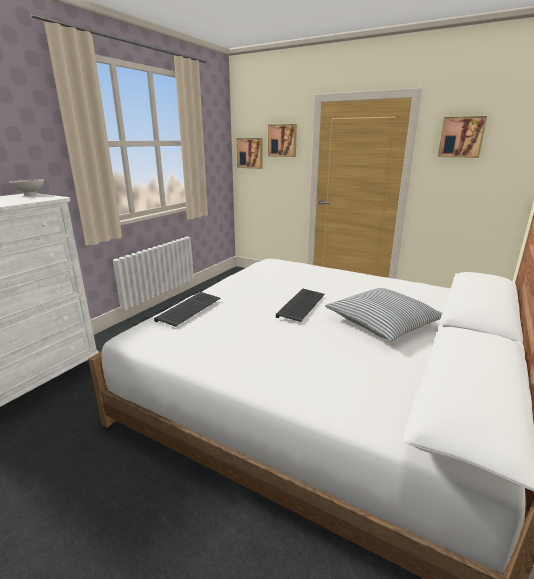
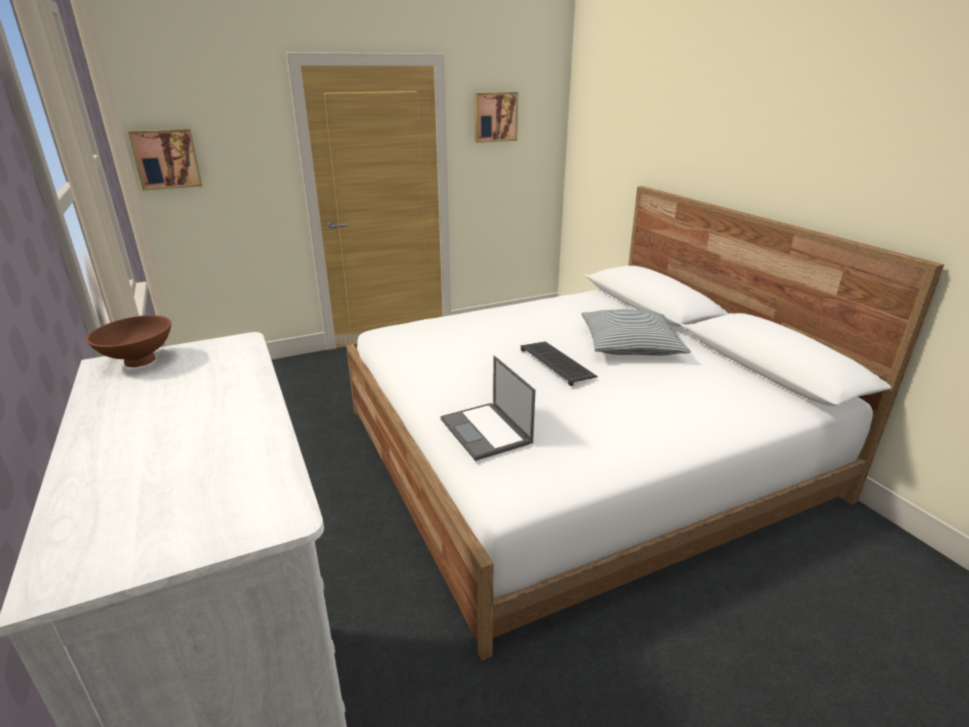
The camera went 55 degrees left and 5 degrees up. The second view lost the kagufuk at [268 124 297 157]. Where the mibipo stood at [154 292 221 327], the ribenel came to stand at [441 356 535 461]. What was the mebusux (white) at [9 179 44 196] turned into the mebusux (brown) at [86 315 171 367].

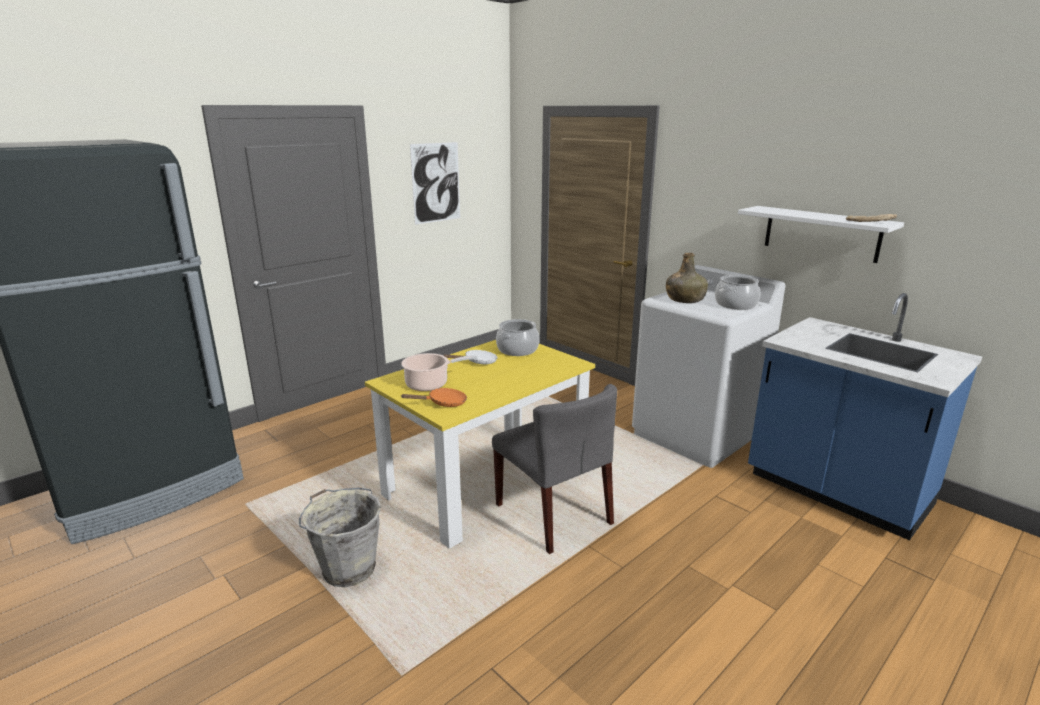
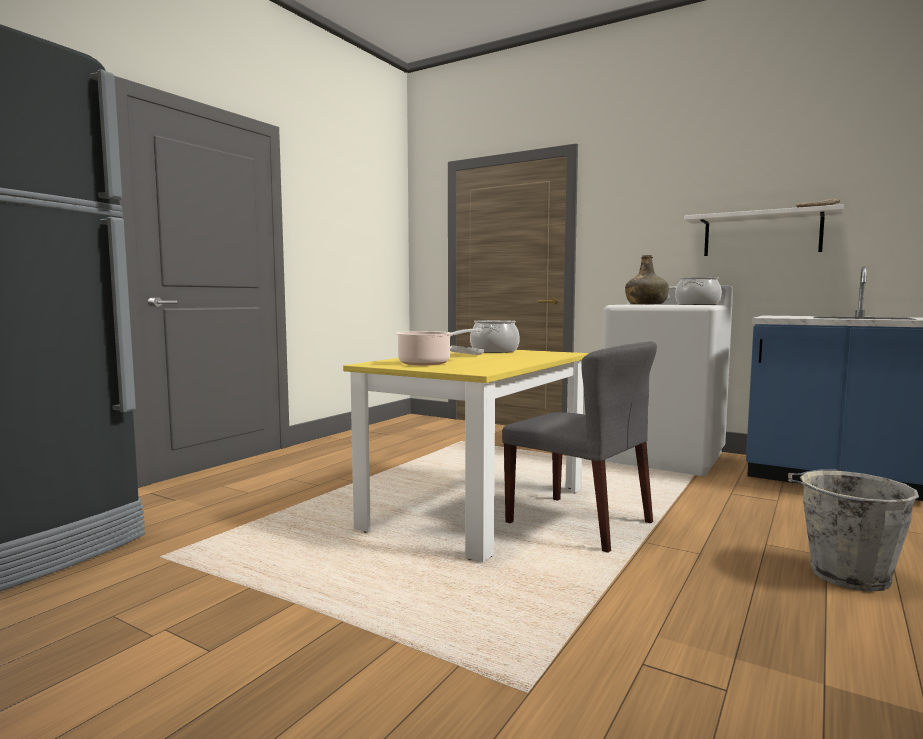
The camera went 15 degrees left and 15 degrees down. The second view lost the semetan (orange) at [400 388 467 407]. The second view lost the kagufuk at [410 142 460 225]. The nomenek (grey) ended up elsewhere, having gone from [299 488 381 587] to [788 469 919 592].

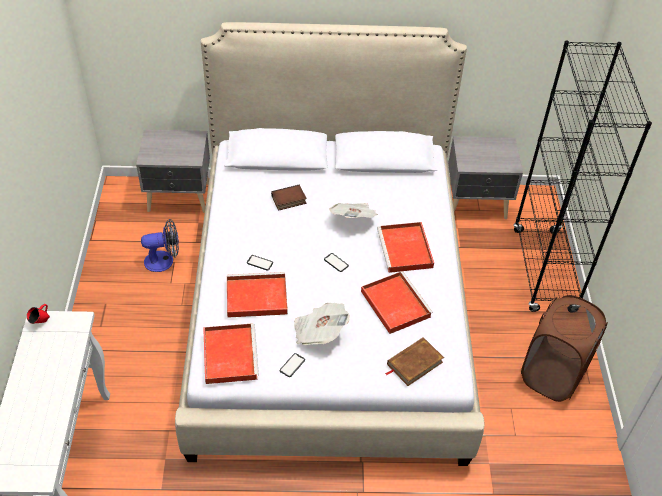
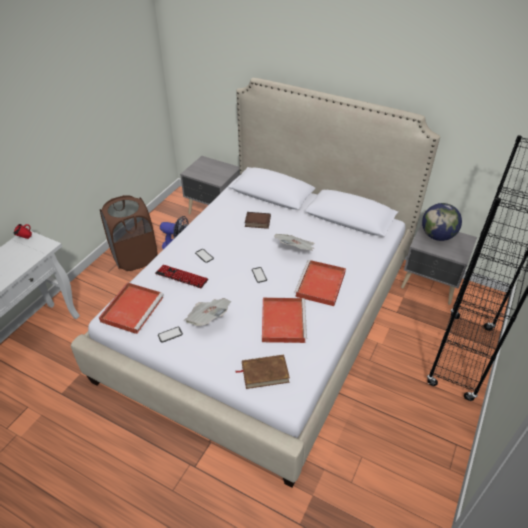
The camera went 30 degrees right and 5 degrees down. The second view gained the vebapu at [422 203 462 241]. The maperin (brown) ended up elsewhere, having gone from [521 295 608 402] to [100 195 158 271]. Where the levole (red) stood at [227 272 288 318], the mibipo came to stand at [155 264 209 288].

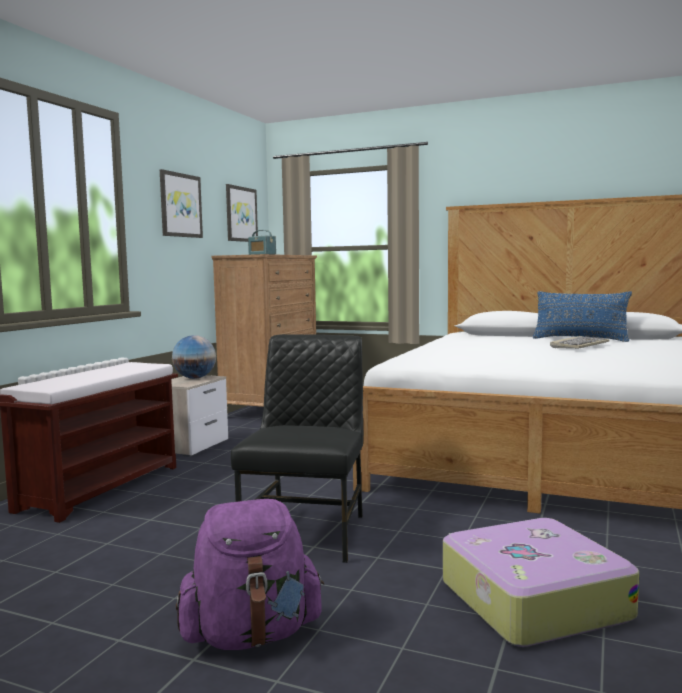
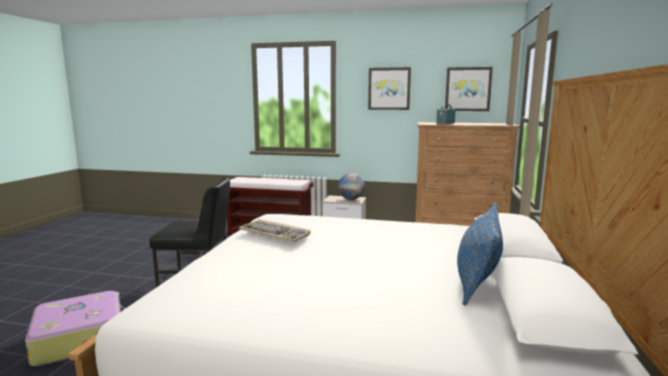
The camera went 80 degrees right and 5 degrees up. The second view lost the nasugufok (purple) at [176 499 324 650]. The mibipo ended up elsewhere, having gone from [550 336 610 349] to [239 219 310 242].

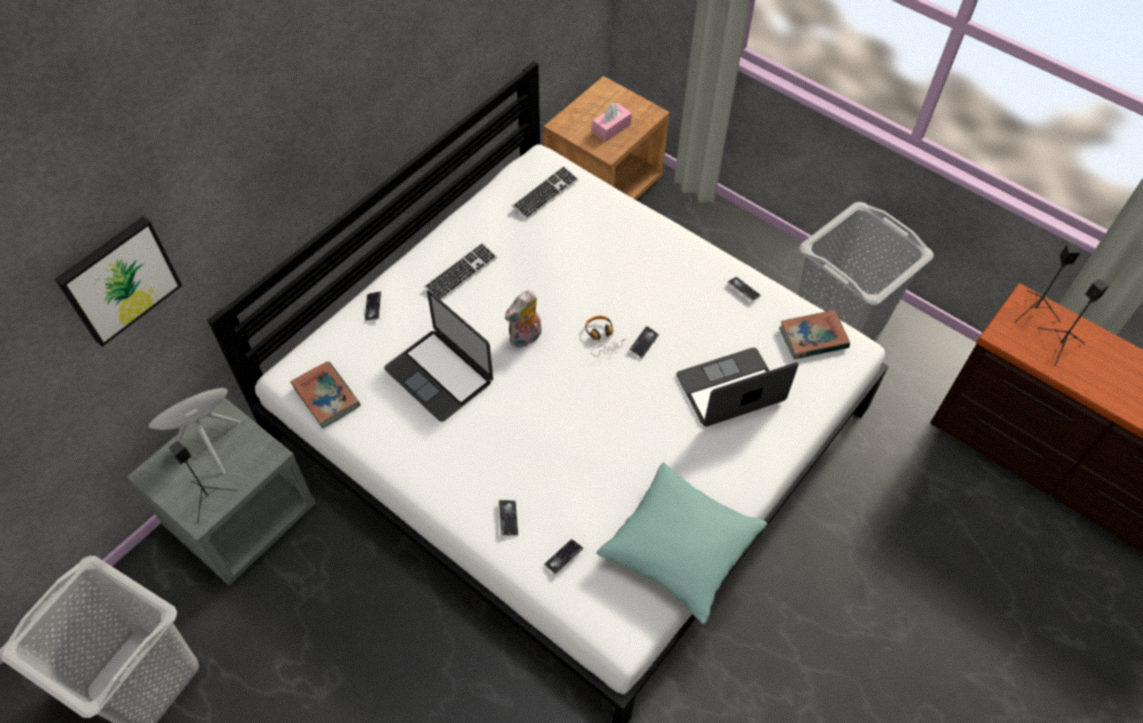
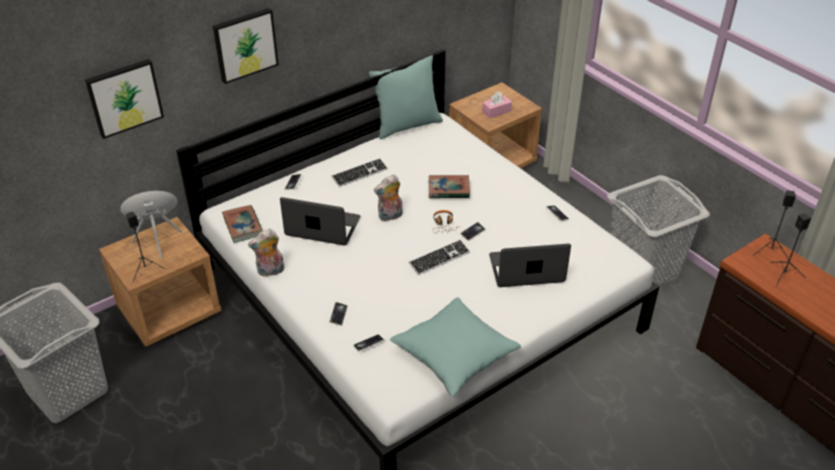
The camera went 15 degrees right and 15 degrees down. The second view gained the kagufuk at [213 8 279 84]. The second view gained the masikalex at [248 229 285 277]. The second view gained the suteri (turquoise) at [369 55 443 139]. The mibipo ended up elsewhere, having gone from [512 166 578 219] to [409 239 470 275]. The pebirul ended up elsewhere, having gone from [779 310 850 359] to [429 175 470 198]. What was the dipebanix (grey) at [127 398 316 586] turned into the dipebanix (brown) at [99 217 221 347]. The ribenel at [384 291 493 422] ended up facing another way, 135 degrees clockwise from before.

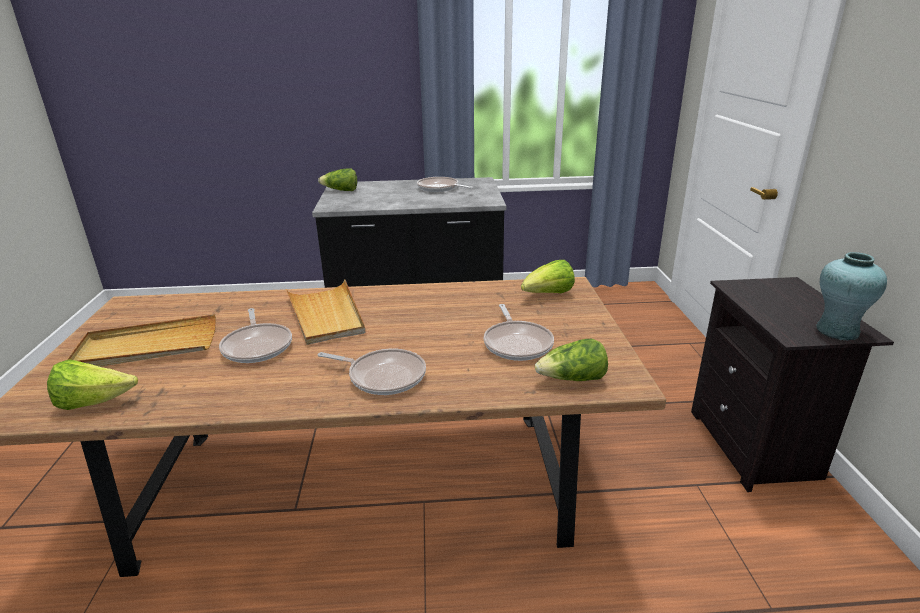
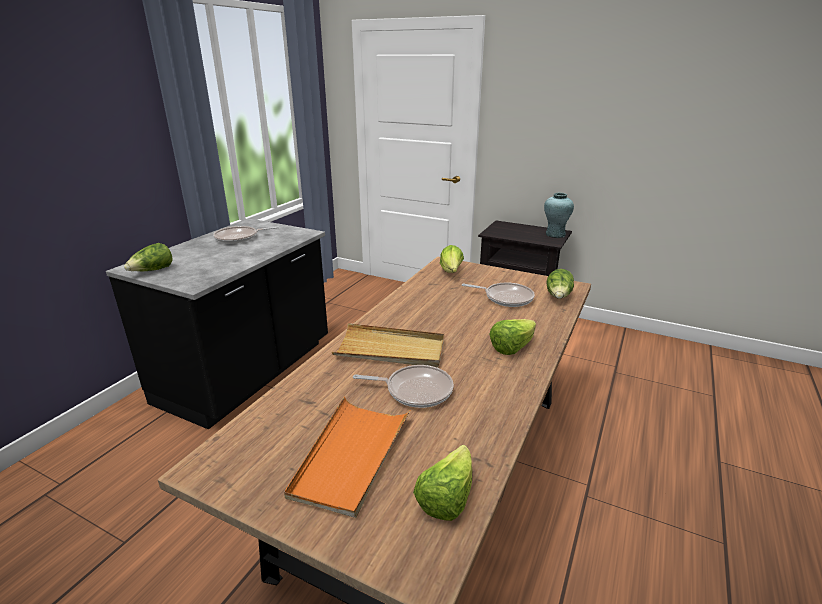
The camera went 60 degrees left and 0 degrees up. Where the semetan stood at [317 348 426 395], the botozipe came to stand at [489 319 536 355]. What was the levole (beige) at [67 314 216 367] turned into the levole (orange) at [284 397 410 518].

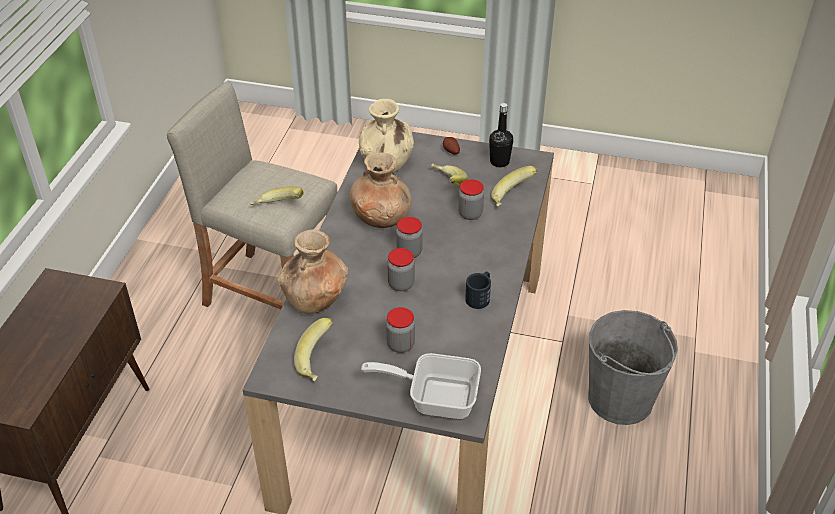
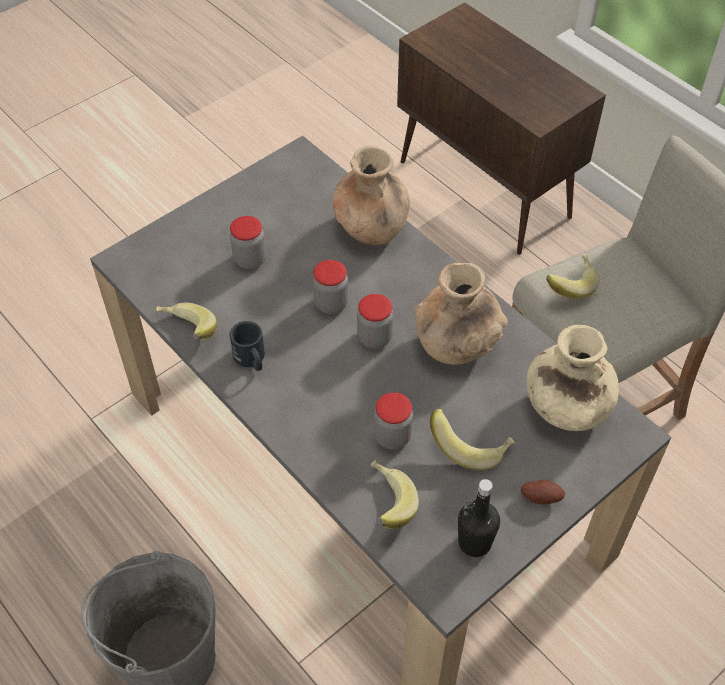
The camera went 125 degrees right and 10 degrees up. The second view lost the semetan at [361 353 481 419]. The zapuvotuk ended up elsewhere, having gone from [294 318 333 381] to [156 303 217 340].

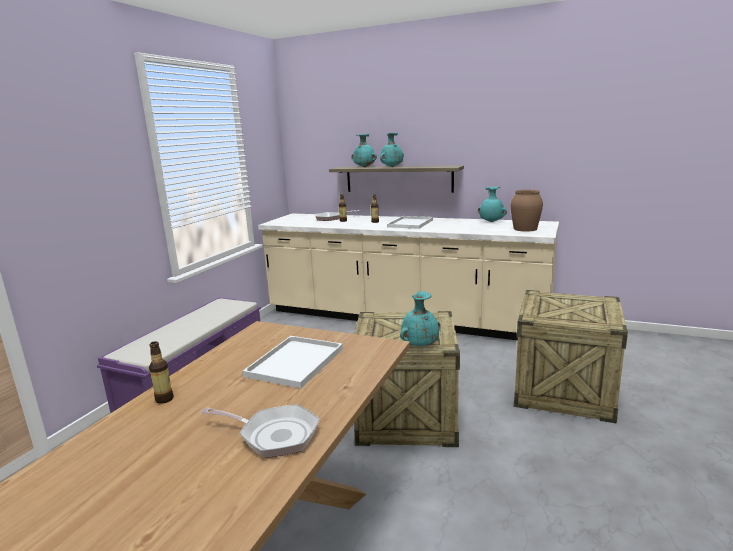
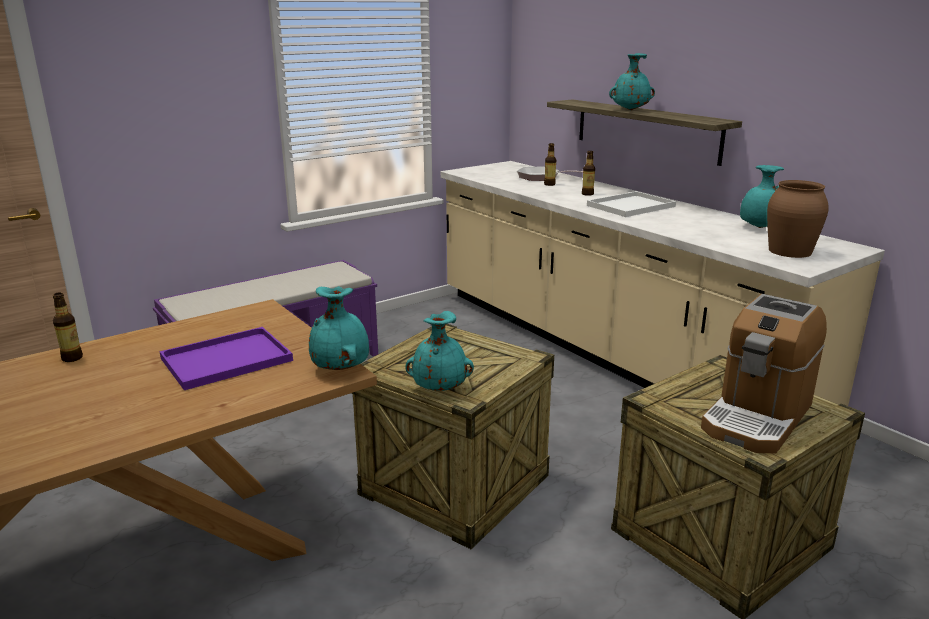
The camera went 30 degrees right and 5 degrees up. The second view lost the semetan at [201 404 320 458]. The second view gained the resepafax at [701 294 827 453]. The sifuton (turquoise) ended up elsewhere, having gone from [351 134 377 167] to [309 286 369 370]. What was the levole (white) at [243 336 343 389] turned into the levole (purple) at [160 327 293 390].

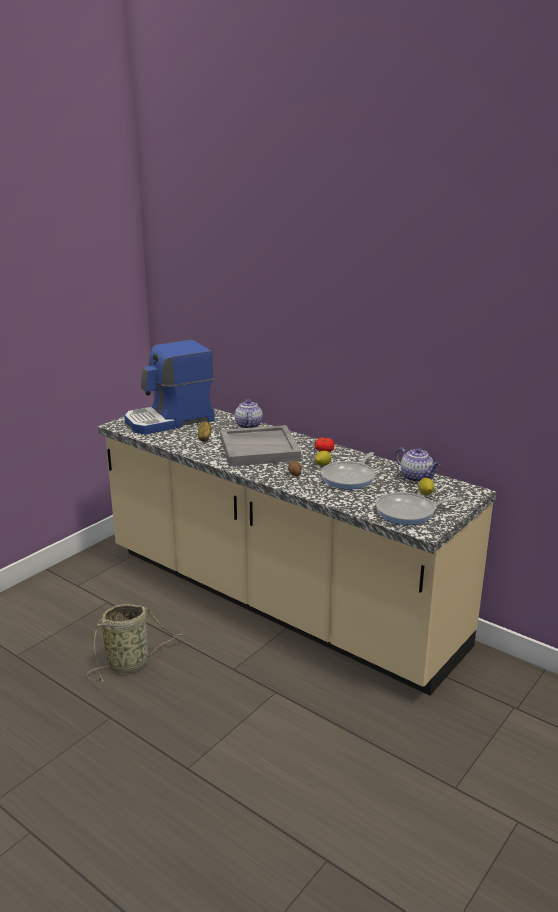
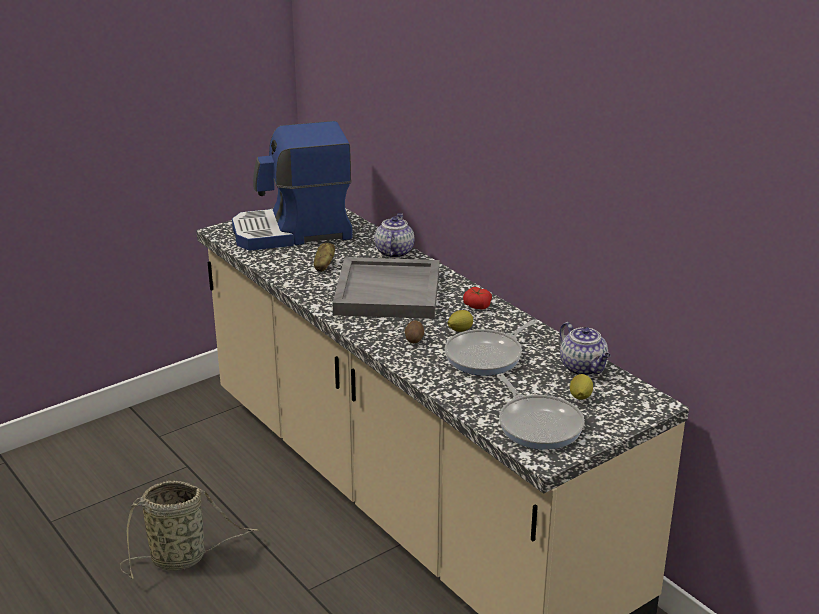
The camera went 15 degrees right and 5 degrees up. The semetan at [376 492 462 525] ended up facing another way, 120 degrees counterclockwise from before.

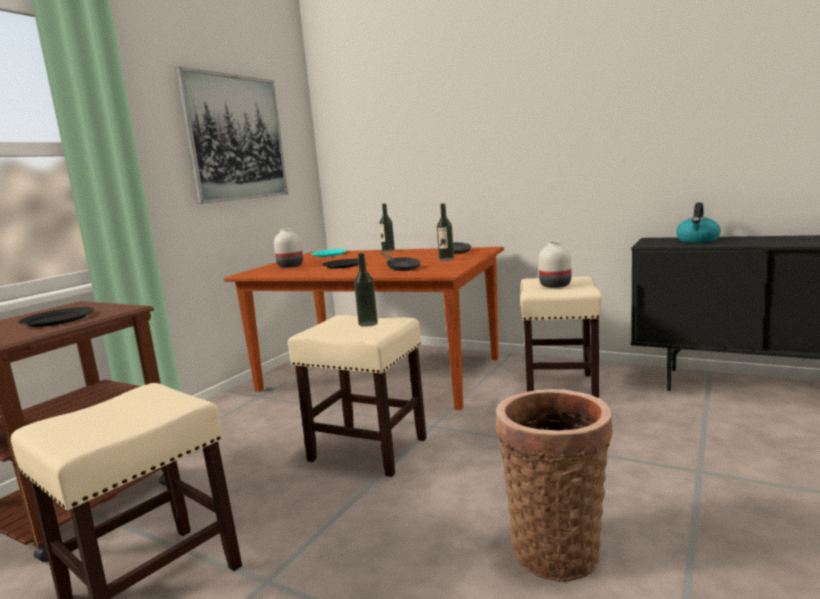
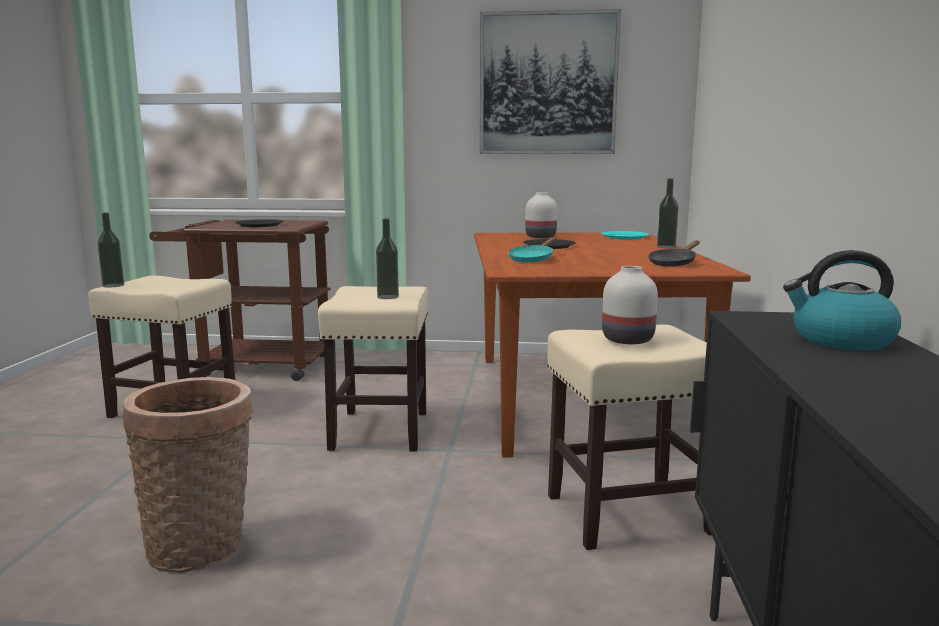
The camera went 65 degrees right and 0 degrees up. The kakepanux ended up elsewhere, having gone from [437 204 454 261] to [97 213 124 287]. What was the semetan (black) at [380 252 420 271] turned into the semetan (turquoise) at [508 237 556 263].

